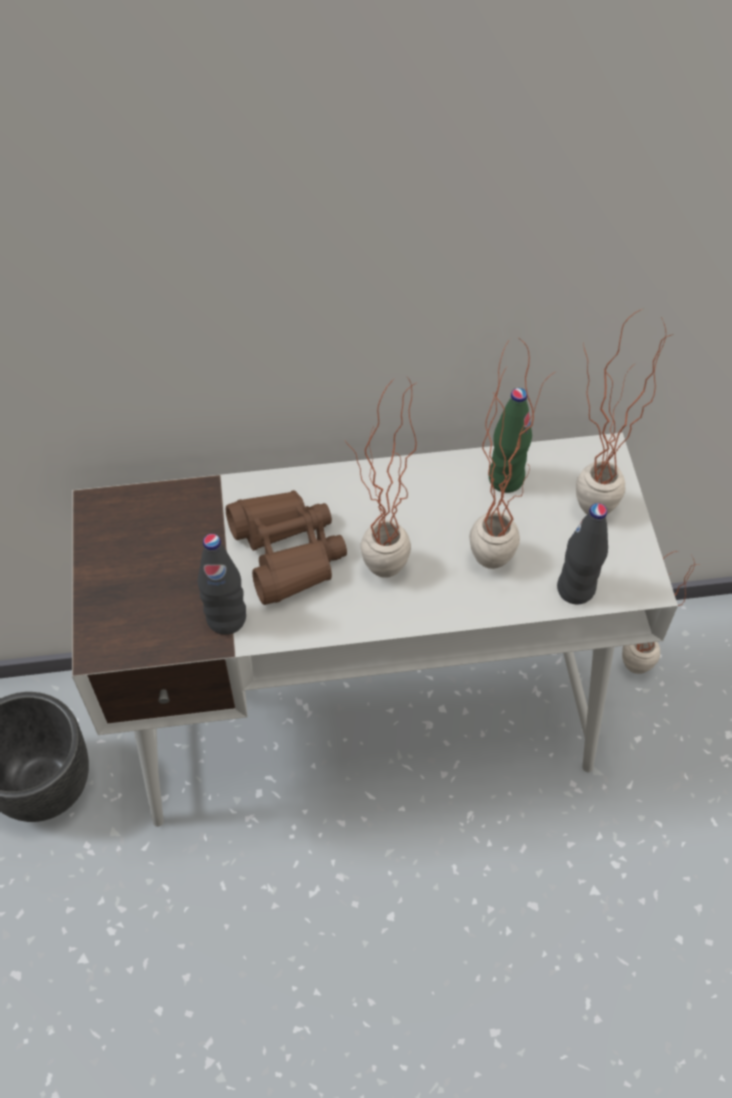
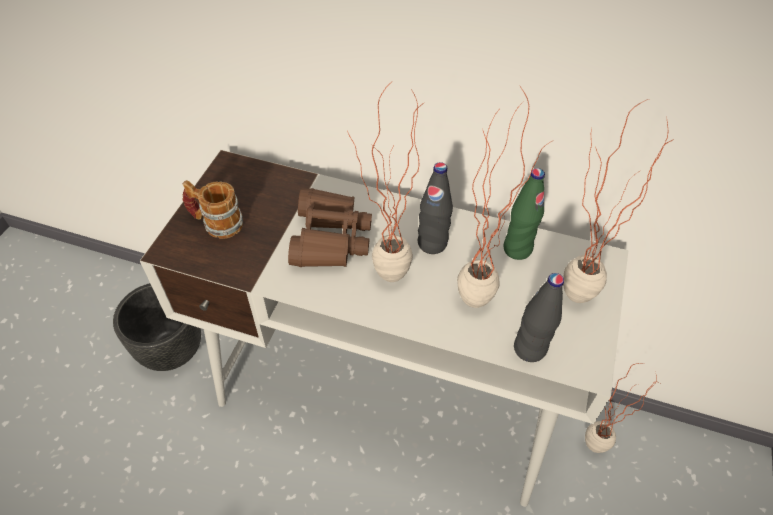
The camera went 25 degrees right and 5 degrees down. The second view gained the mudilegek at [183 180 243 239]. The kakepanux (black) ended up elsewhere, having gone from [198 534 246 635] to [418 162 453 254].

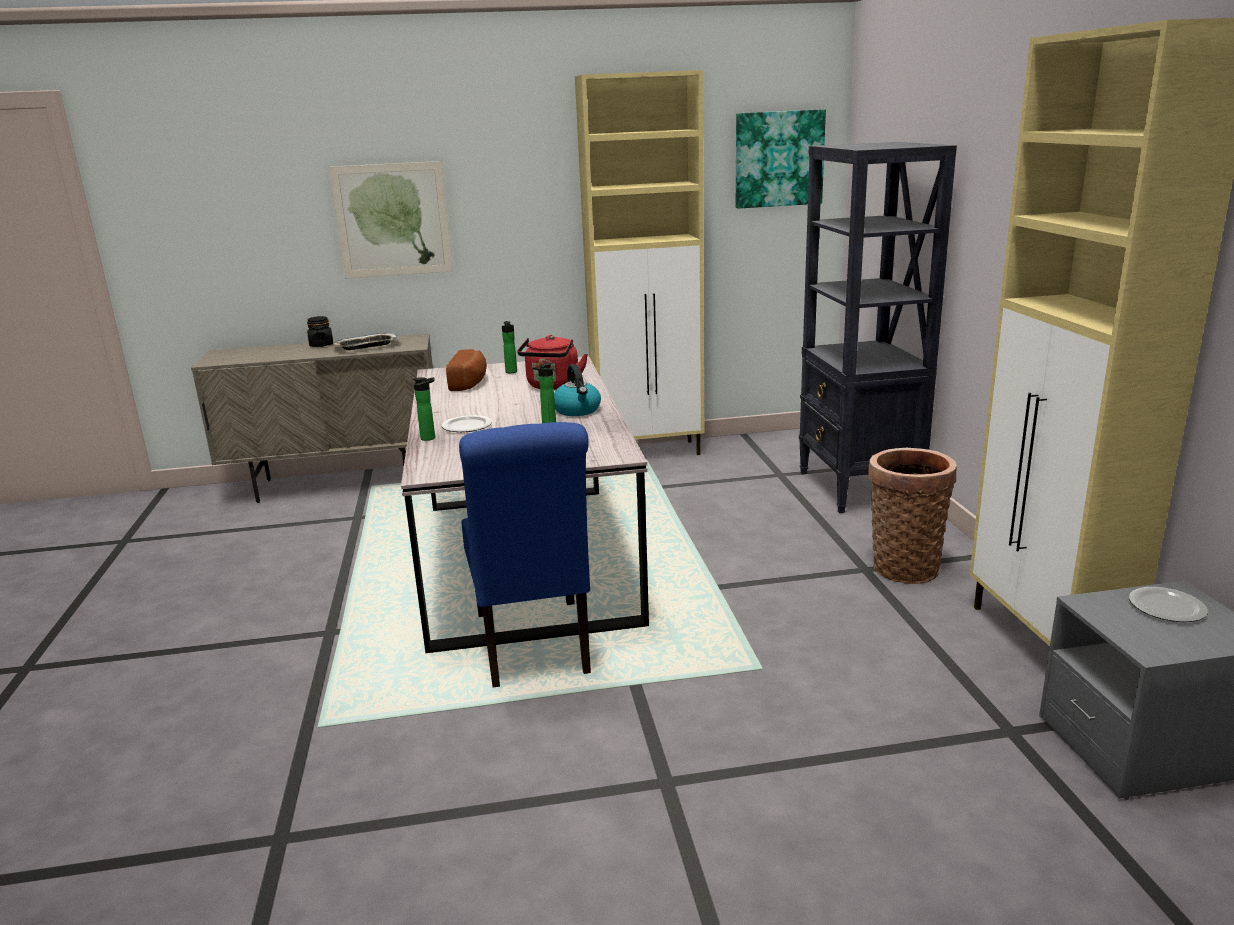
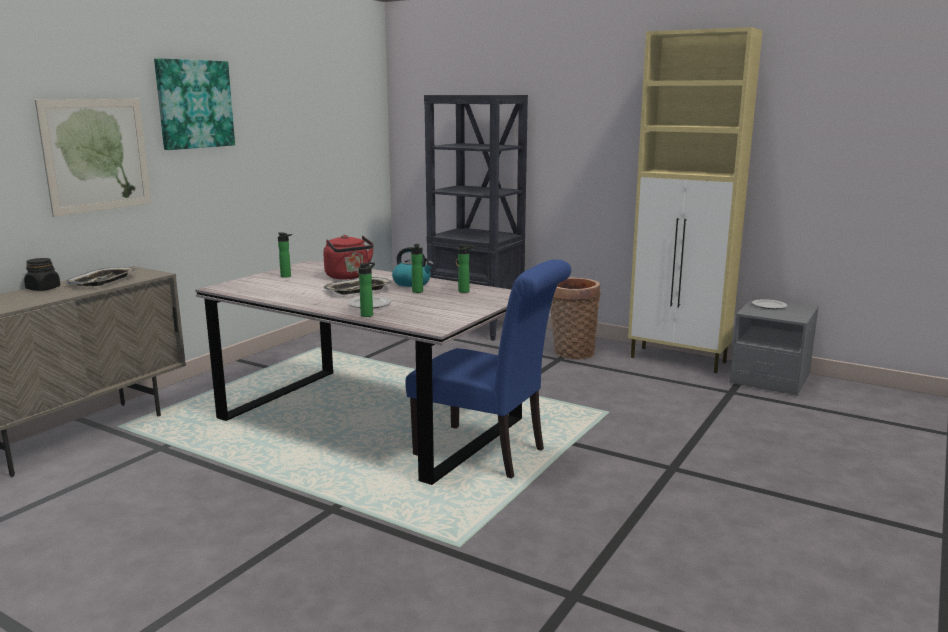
The camera went 50 degrees left and 5 degrees down. The second view lost the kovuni at [446 349 487 391]. The second view lost the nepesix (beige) at [575 70 704 455]. The second view gained the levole at [324 277 393 295]. The second view gained the kakepanux at [458 244 474 293]. The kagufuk ended up elsewhere, having gone from [736 109 826 209] to [154 58 235 150].

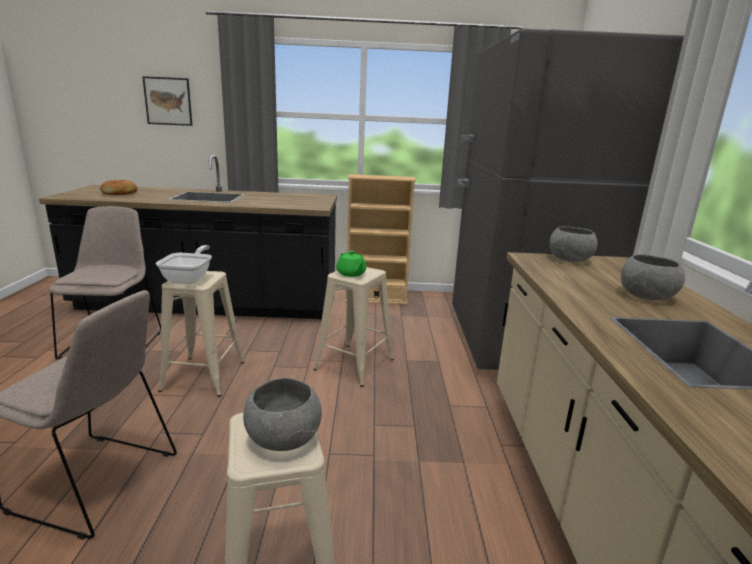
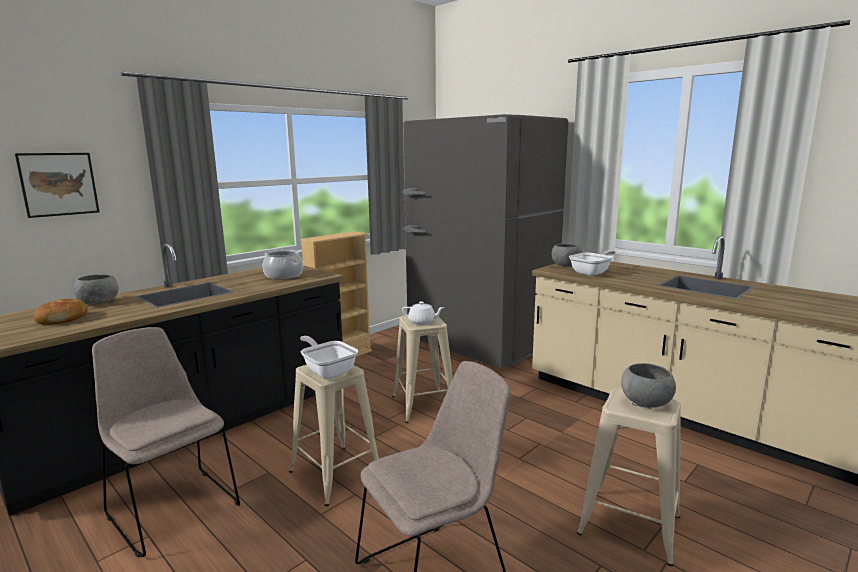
The camera went 45 degrees left and 5 degrees down. The second view gained the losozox at [263 250 303 280]. The second view gained the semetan at [569 250 616 276]. The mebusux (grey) ended up elsewhere, having gone from [621 254 685 300] to [73 274 119 305]. What was the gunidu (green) at [336 251 366 277] turned into the gunidu (white) at [402 301 444 325].

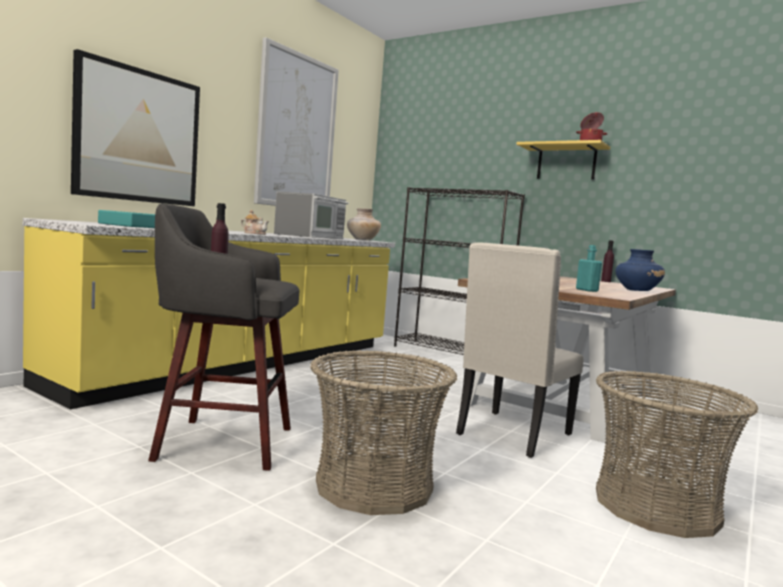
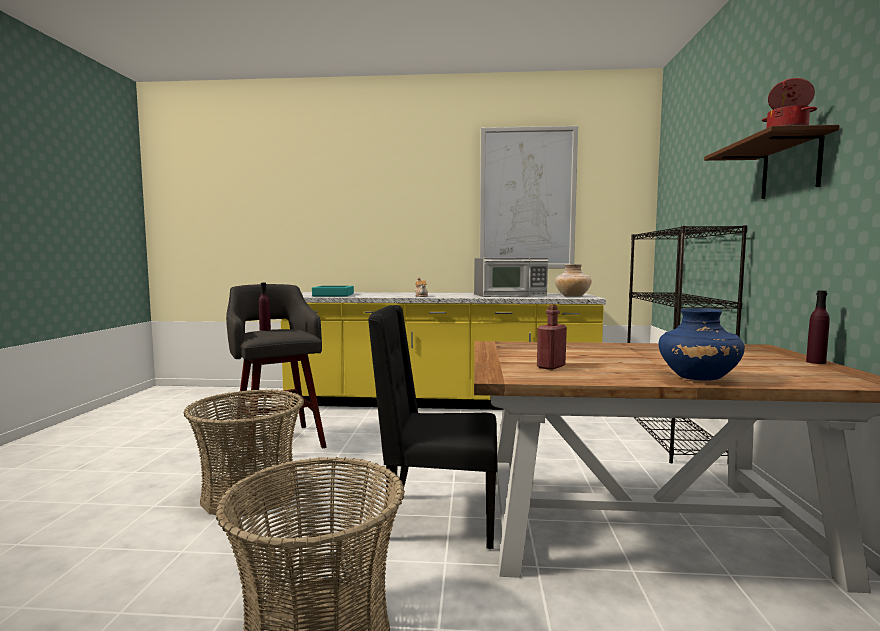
The camera went 60 degrees right and 0 degrees up. The second view lost the kagufuk at [71 49 200 206]. What was the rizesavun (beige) at [456 243 583 458] turned into the rizesavun (black) at [368 305 498 549]. What was the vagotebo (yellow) at [516 140 610 179] turned into the vagotebo (brown) at [704 125 840 199]. What was the kakepanux (turquoise) at [576 245 602 292] turned into the kakepanux (red) at [537 304 567 370].

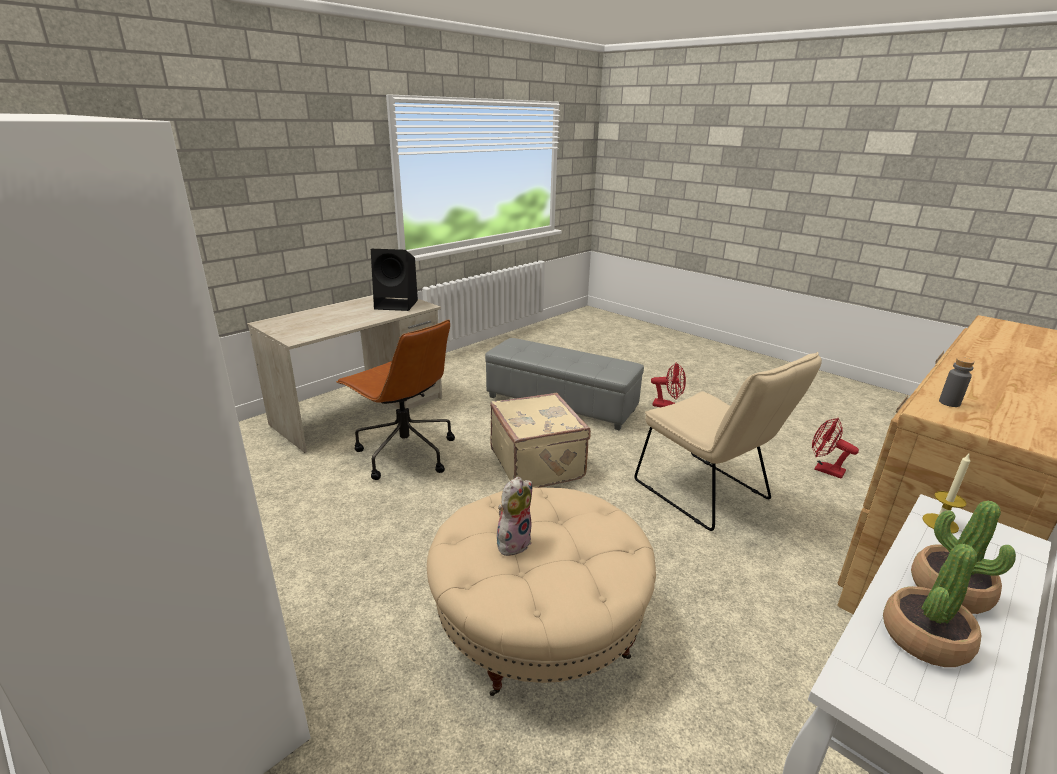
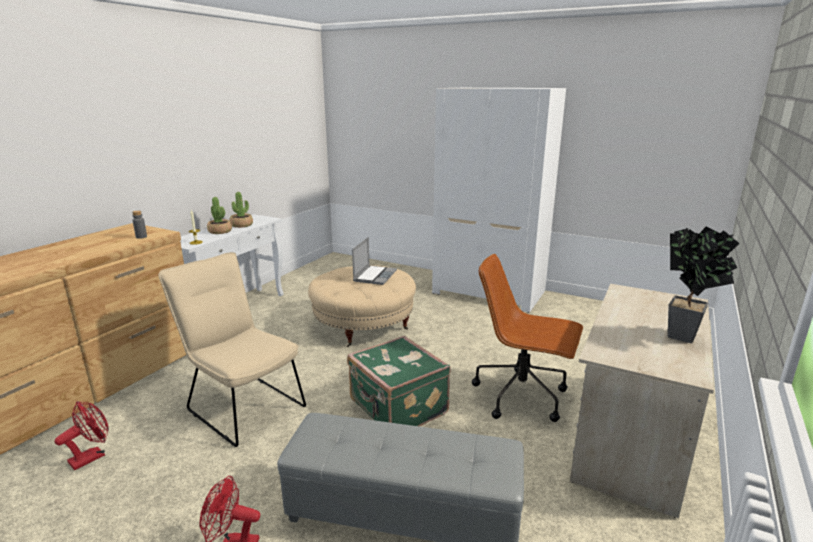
The camera went 165 degrees right and 5 degrees down. The second view lost the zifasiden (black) at [371 249 418 311]. The second view gained the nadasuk at [668 226 740 343]. Where the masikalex stood at [497 477 532 556], the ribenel came to stand at [352 237 397 285]. What was the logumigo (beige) at [490 393 591 488] turned into the logumigo (green) at [347 336 450 426]. The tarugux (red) at [812 418 859 479] ended up facing another way, 75 degrees counterclockwise from before.

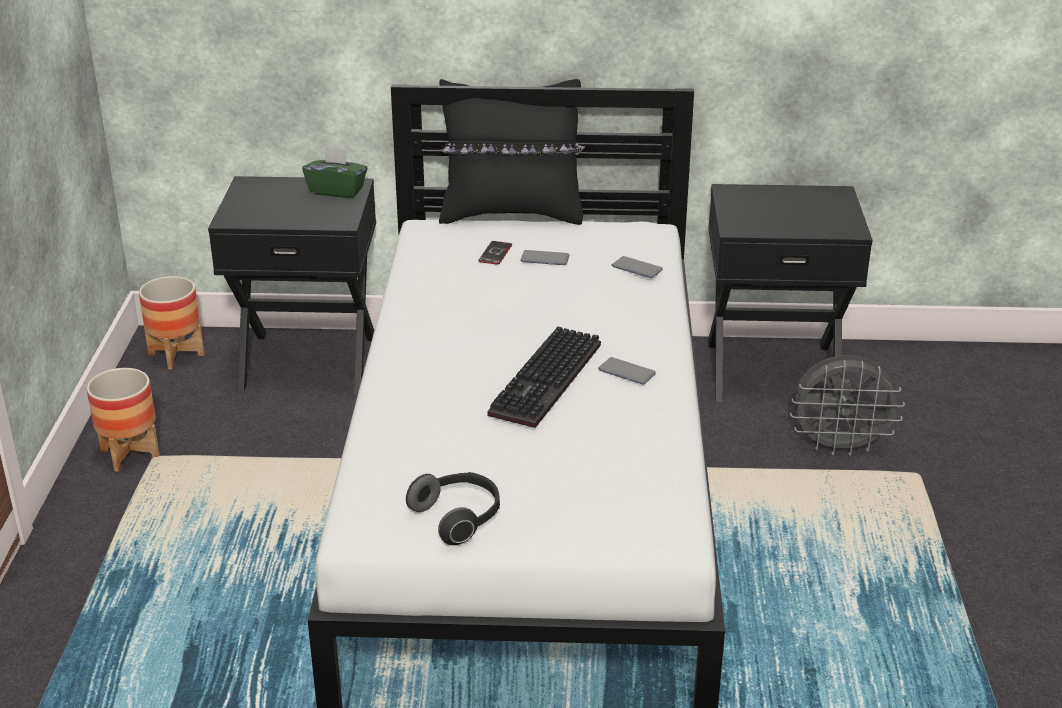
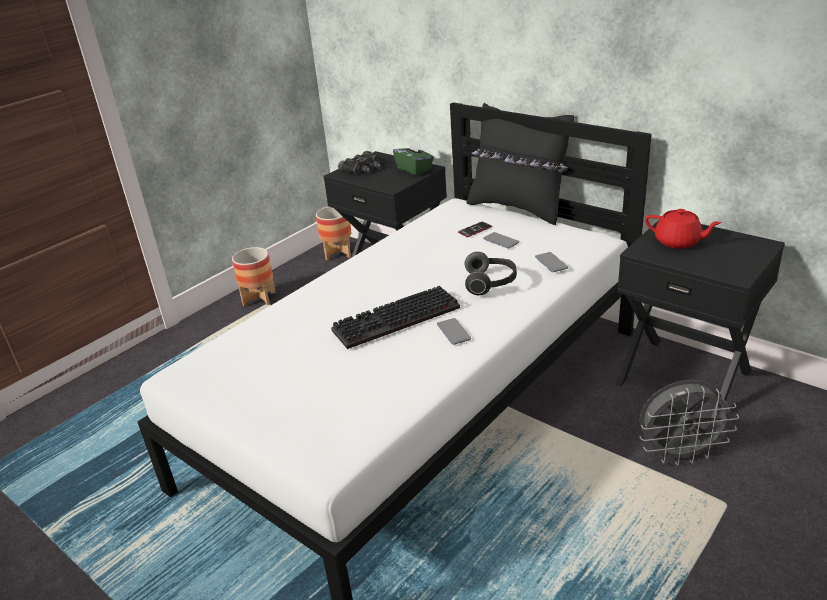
The camera went 40 degrees right and 0 degrees up. The second view gained the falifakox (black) at [338 151 383 174]. The second view gained the gunidu (red) at [645 209 722 249]. The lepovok ended up elsewhere, having gone from [406 472 500 545] to [465 252 517 295]. The tarugux (grey) at [790 355 905 456] ended up facing another way, 45 degrees counterclockwise from before.

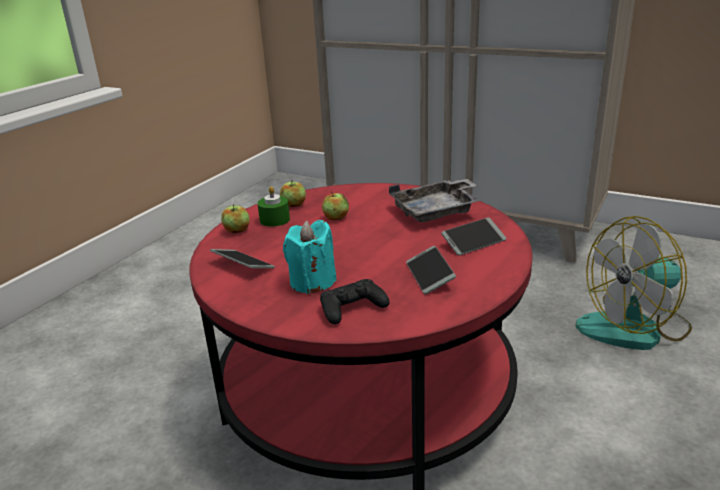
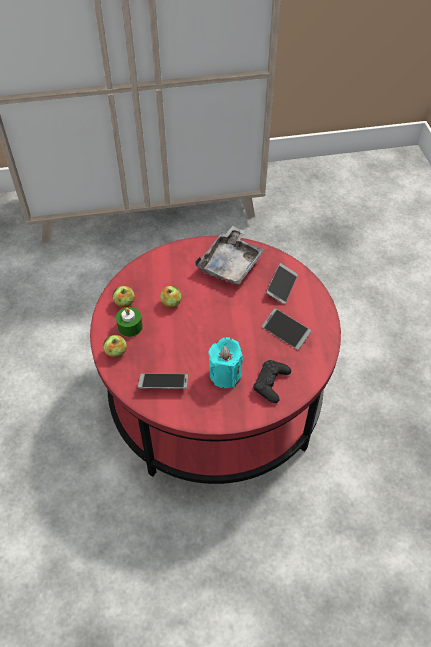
The camera went 40 degrees left and 25 degrees up. The second view lost the tarugux at [576 216 692 350].

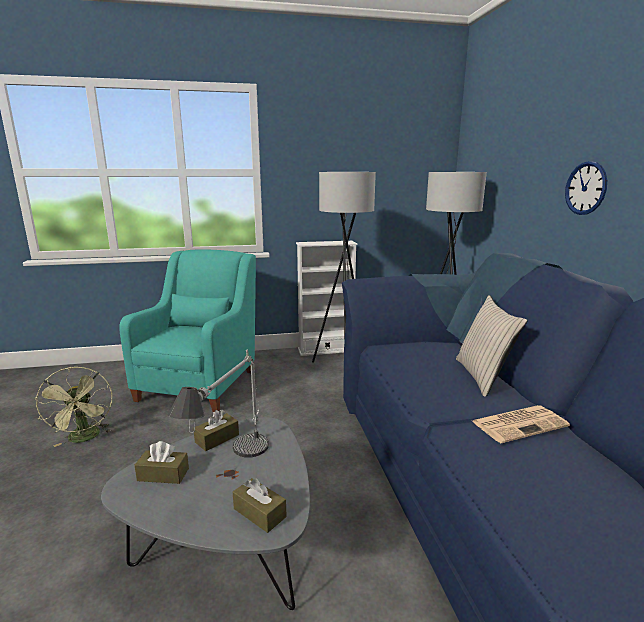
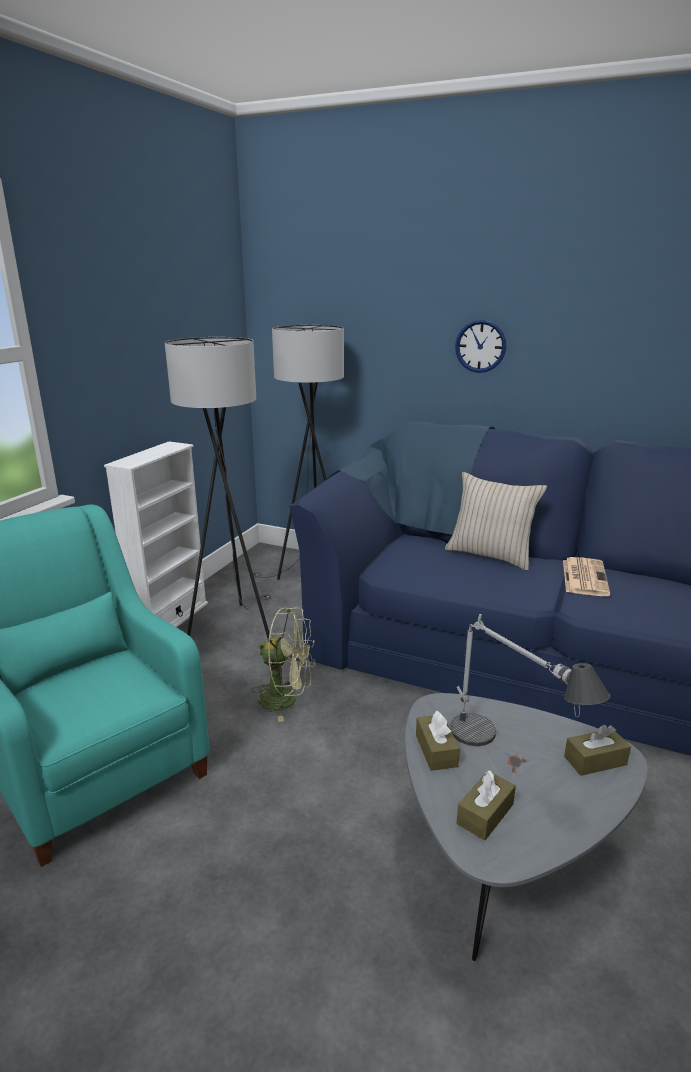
The camera went 55 degrees left and 5 degrees up. The tarugux (green) ended up elsewhere, having gone from [35 367 112 447] to [252 608 315 722].

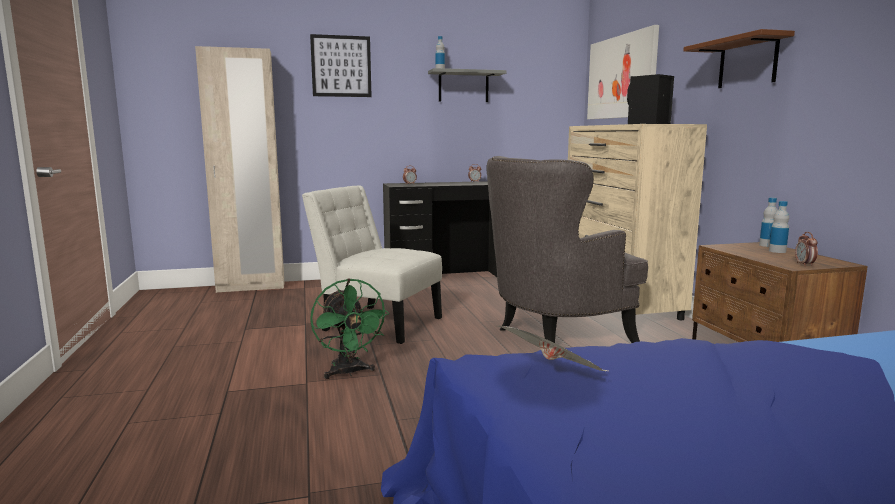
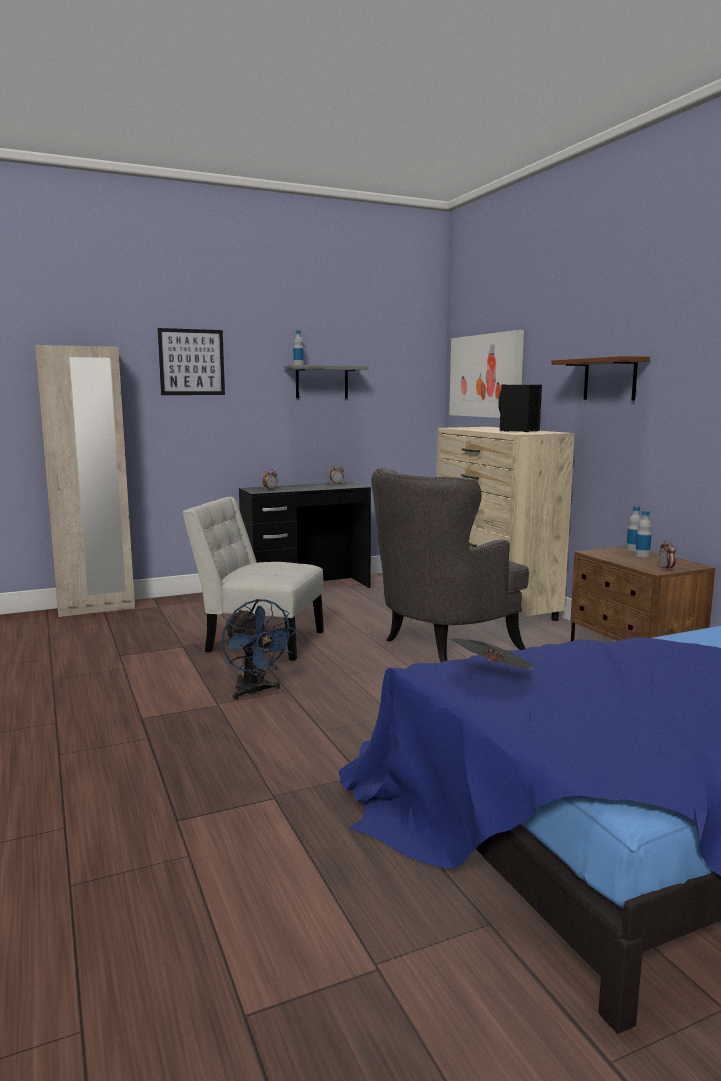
The camera went 10 degrees left and 0 degrees up. What was the tarugux (green) at [310 278 389 379] turned into the tarugux (blue) at [222 599 297 700].

